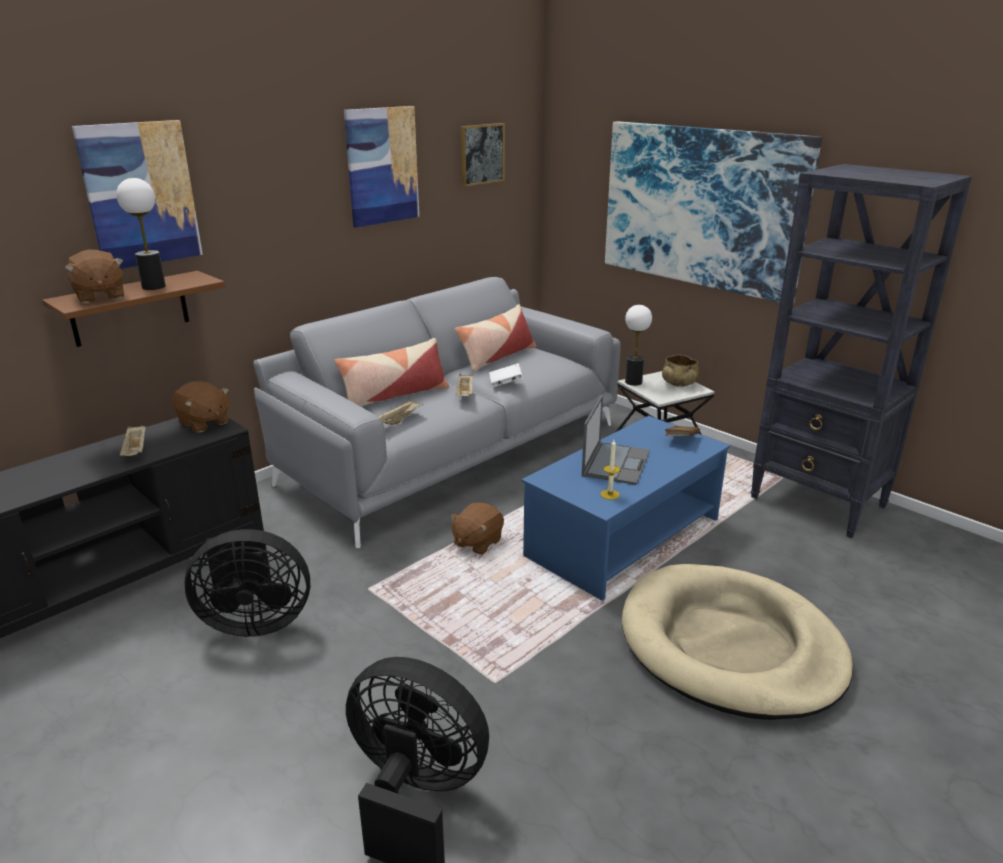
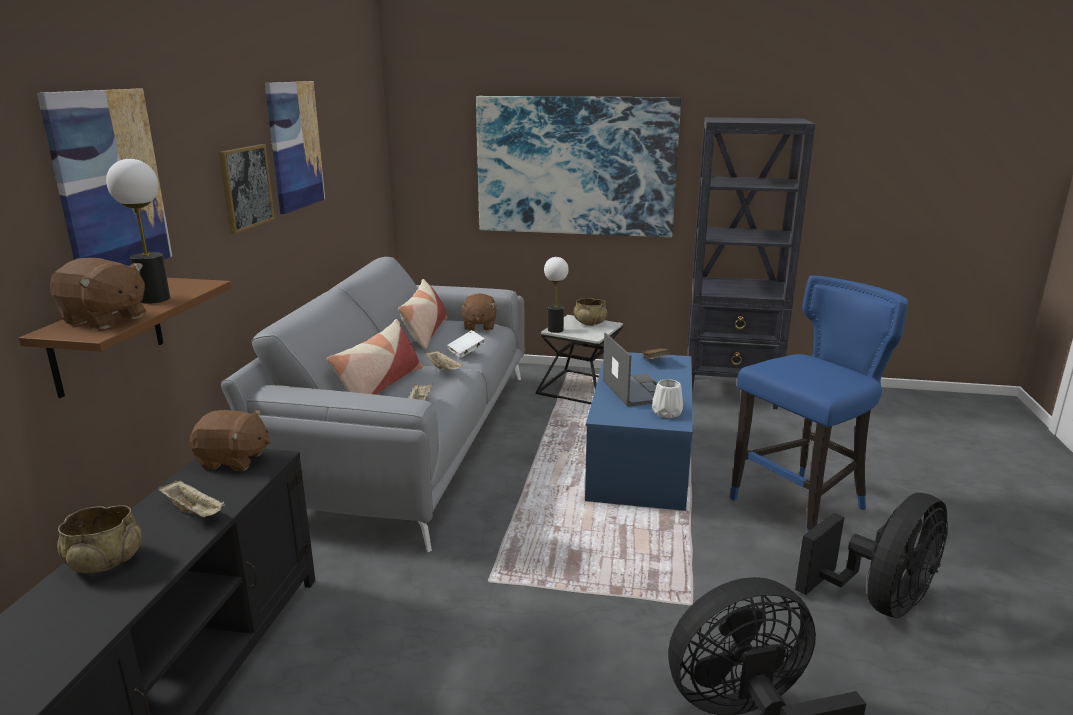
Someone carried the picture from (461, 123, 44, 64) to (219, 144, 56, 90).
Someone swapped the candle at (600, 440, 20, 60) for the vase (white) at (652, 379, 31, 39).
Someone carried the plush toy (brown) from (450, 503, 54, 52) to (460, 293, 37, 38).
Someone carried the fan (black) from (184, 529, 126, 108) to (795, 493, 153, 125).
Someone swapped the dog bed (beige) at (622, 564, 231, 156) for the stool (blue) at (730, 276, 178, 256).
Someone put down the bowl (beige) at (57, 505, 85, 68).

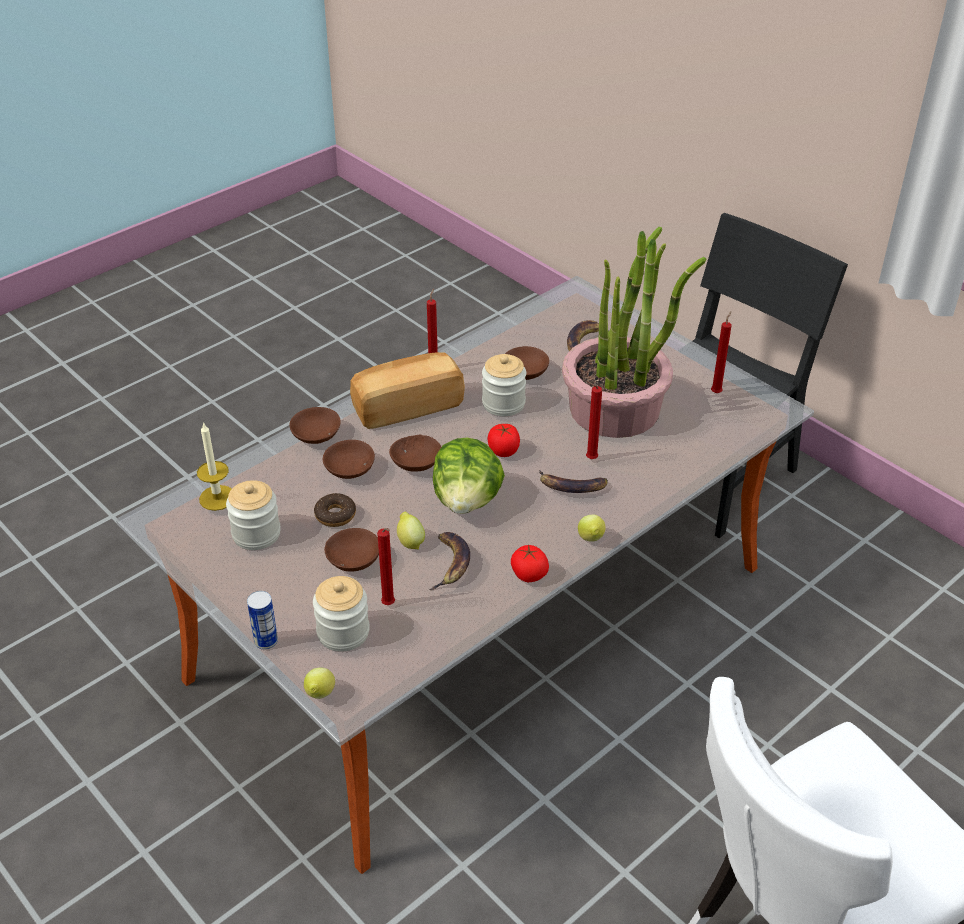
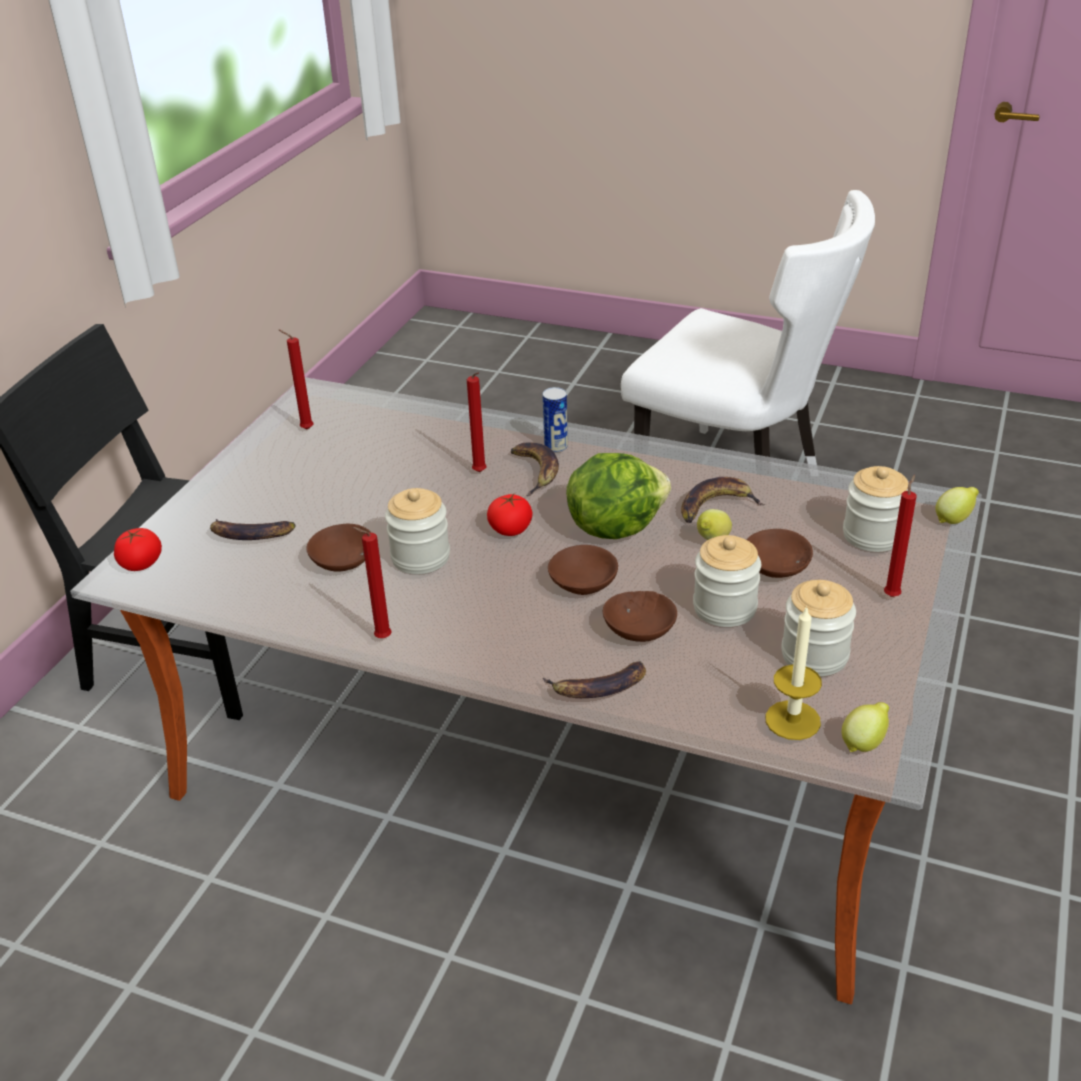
Someone took away the potted plant at (562, 227, 144, 211).
Someone took away the bread at (350, 352, 115, 77).
Someone swapped the bowl (brown) at (290, 407, 51, 37) for the banana at (543, 661, 103, 37).
Someone swapped the donut at (314, 493, 42, 34) for the jar at (693, 535, 68, 92).
Someone carried the lemon from (578, 515, 28, 27) to (842, 702, 47, 50).
Someone carried the candle (red) from (377, 528, 18, 77) to (884, 475, 33, 122).
Someone carried the tomato from (511, 544, 38, 38) to (114, 528, 48, 43).
Someone carried the can from (247, 591, 31, 59) to (543, 387, 25, 65).

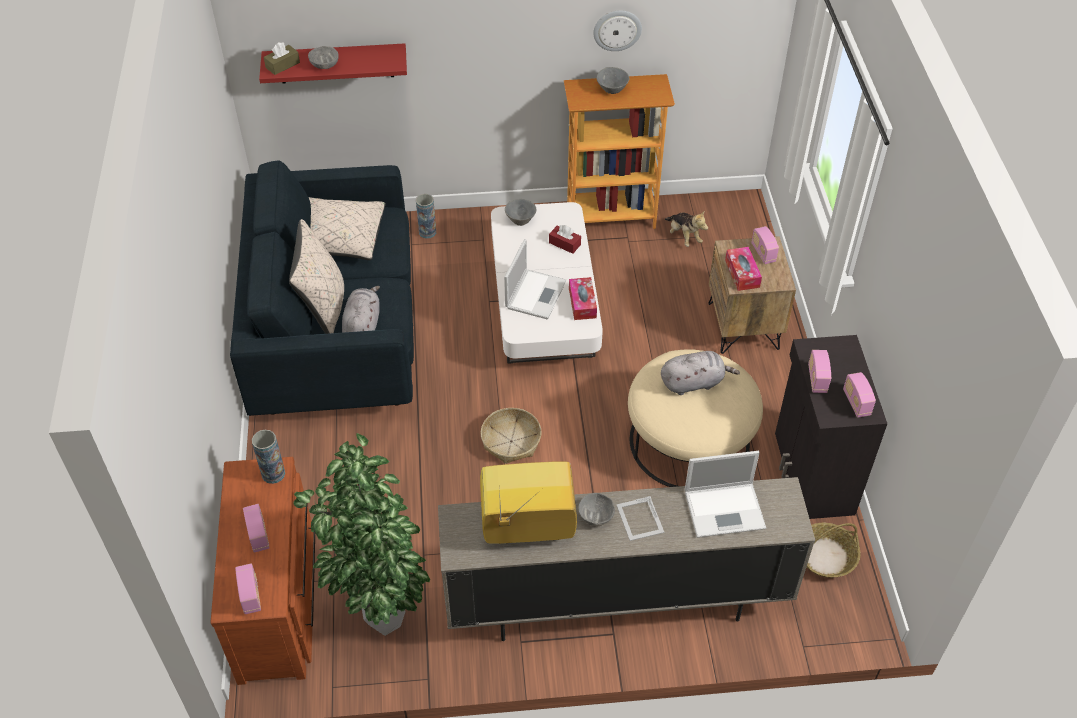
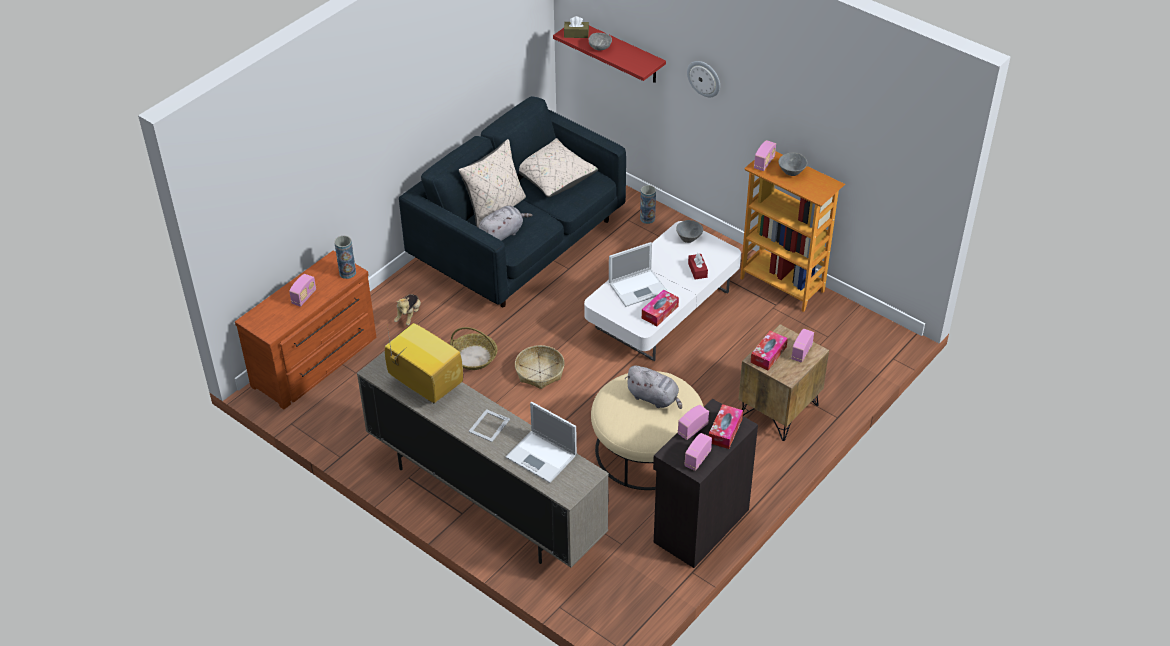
Someone carried the wall clock from (593, 10, 49, 41) to (687, 61, 33, 36).
Someone carried the plush toy from (665, 212, 43, 35) to (394, 294, 27, 32).
Someone took away the potted plant at (293, 433, 137, 203).
Someone took away the bowl (grey) at (578, 493, 37, 34).
Someone carried the basket from (807, 523, 54, 55) to (450, 327, 48, 43).
Someone carried the radio from (235, 563, 26, 51) to (754, 140, 22, 31).
Someone put down the tissue box at (709, 404, 34, 45).

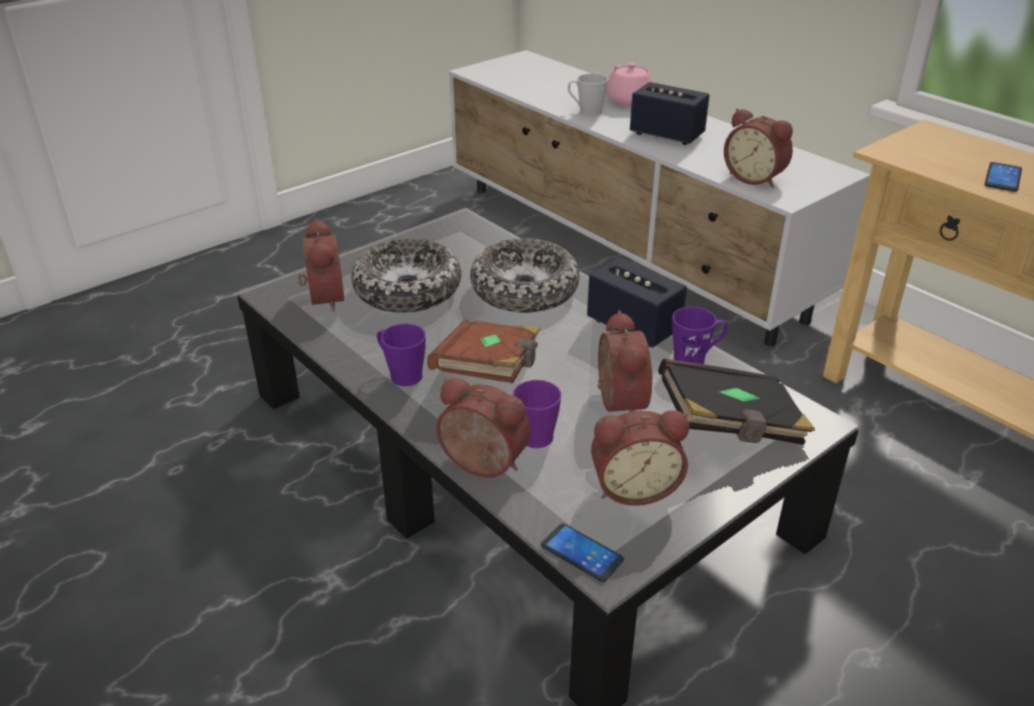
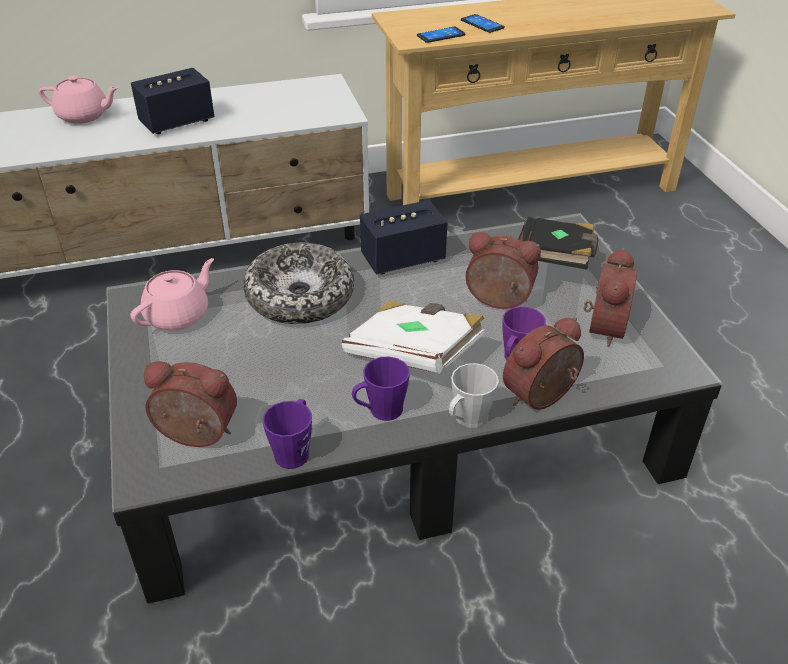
Someone carried the mug (grey) from (568, 74, 40, 43) to (449, 363, 50, 65).
Someone took away the alarm clock at (724, 108, 69, 80).
Someone took away the bowl at (351, 238, 110, 75).
Someone carried the mug (purple) from (672, 307, 55, 57) to (263, 399, 49, 70).
Someone repainted the book (brown) at (427, 320, 113, 63), which became the book (white) at (342, 300, 144, 74).
Someone carried the phone from (541, 523, 83, 59) to (417, 27, 49, 16).
Someone put down the teapot (pink) at (131, 258, 83, 73).

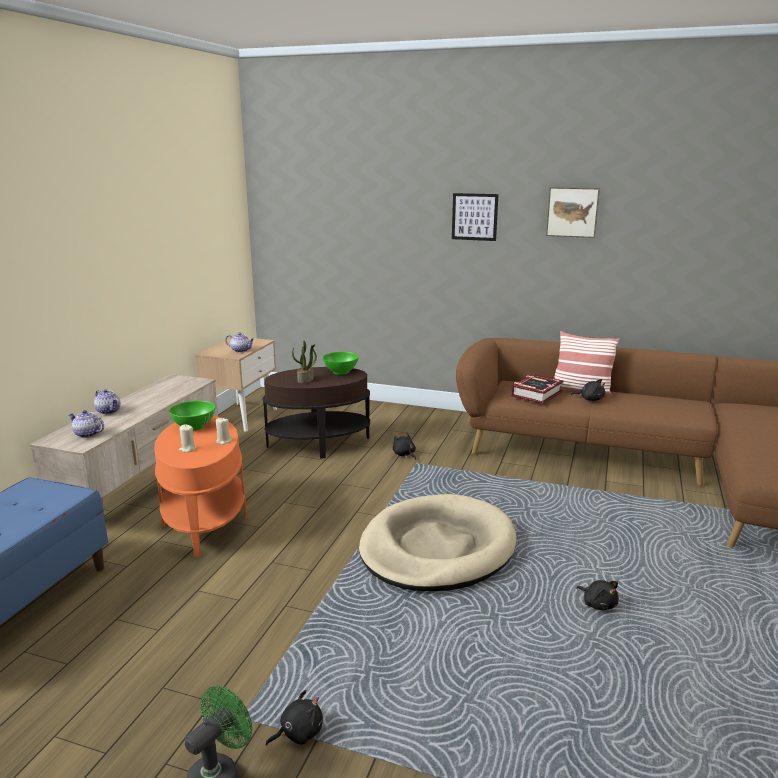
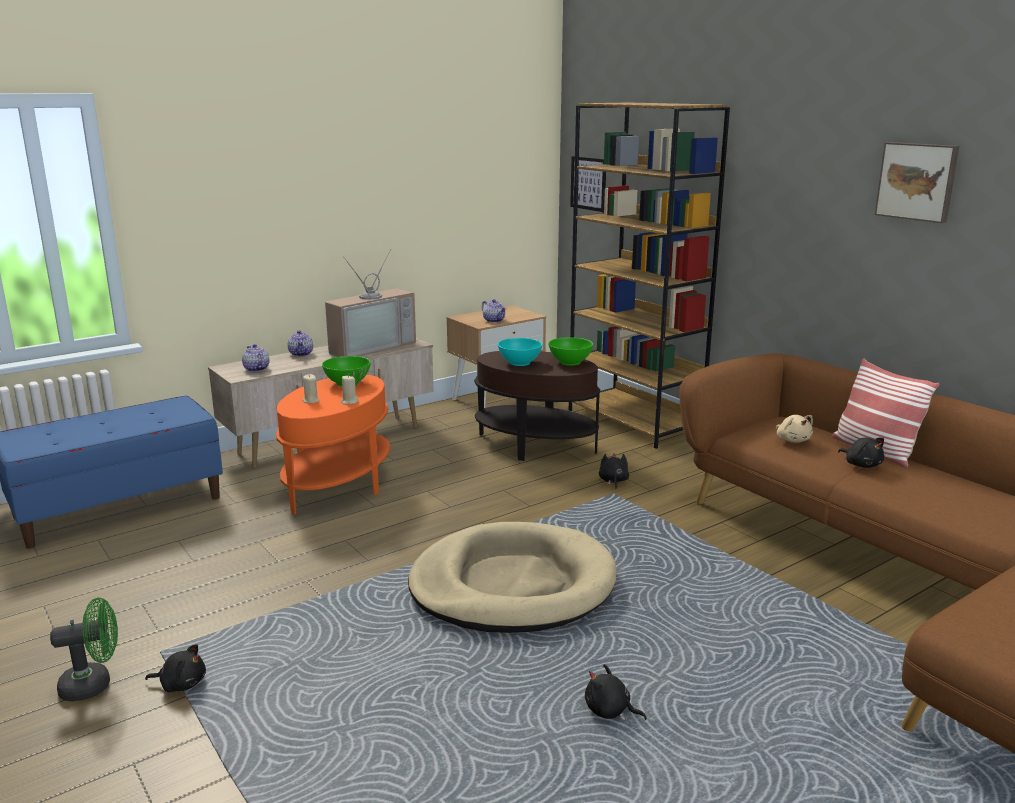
Someone carried the picture from (452, 193, 46, 48) to (570, 156, 36, 56).
Someone swapped the potted plant at (292, 341, 25, 42) for the bowl (turquoise) at (498, 338, 45, 28).
Someone swapped the book at (511, 374, 53, 30) for the plush toy (beige) at (776, 415, 37, 28).
Someone rotated the plush toy (black) at (576, 580, 43, 31) by 120 degrees clockwise.
Someone put down the bookcase (brown) at (569, 103, 161, 346).
Someone put down the television at (325, 249, 91, 108).

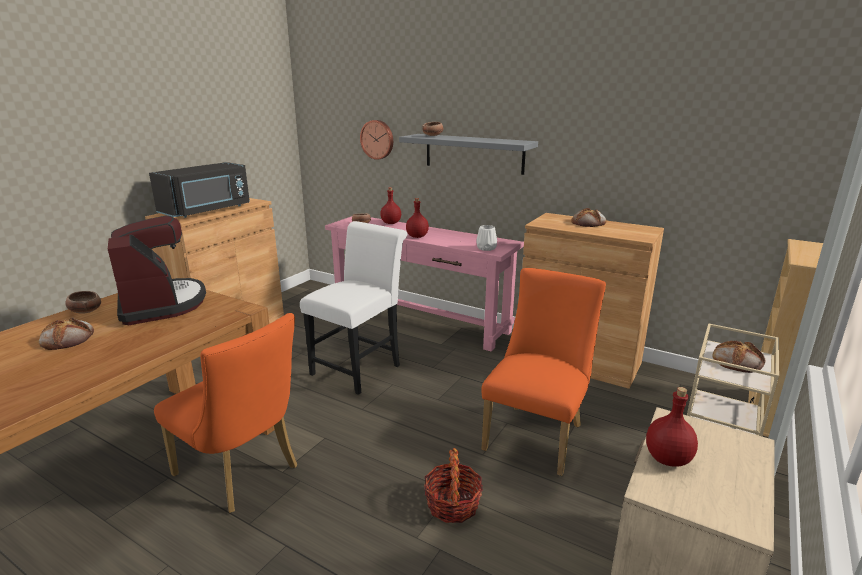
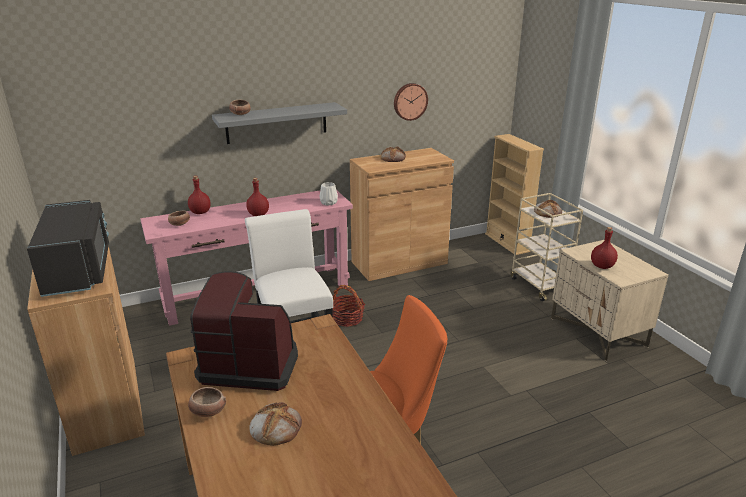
Someone carried the wall clock from (360, 120, 33, 40) to (394, 83, 34, 38).
Someone took away the chair (orange) at (481, 268, 125, 208).
Someone carried the basket from (424, 448, 59, 75) to (332, 285, 33, 42).

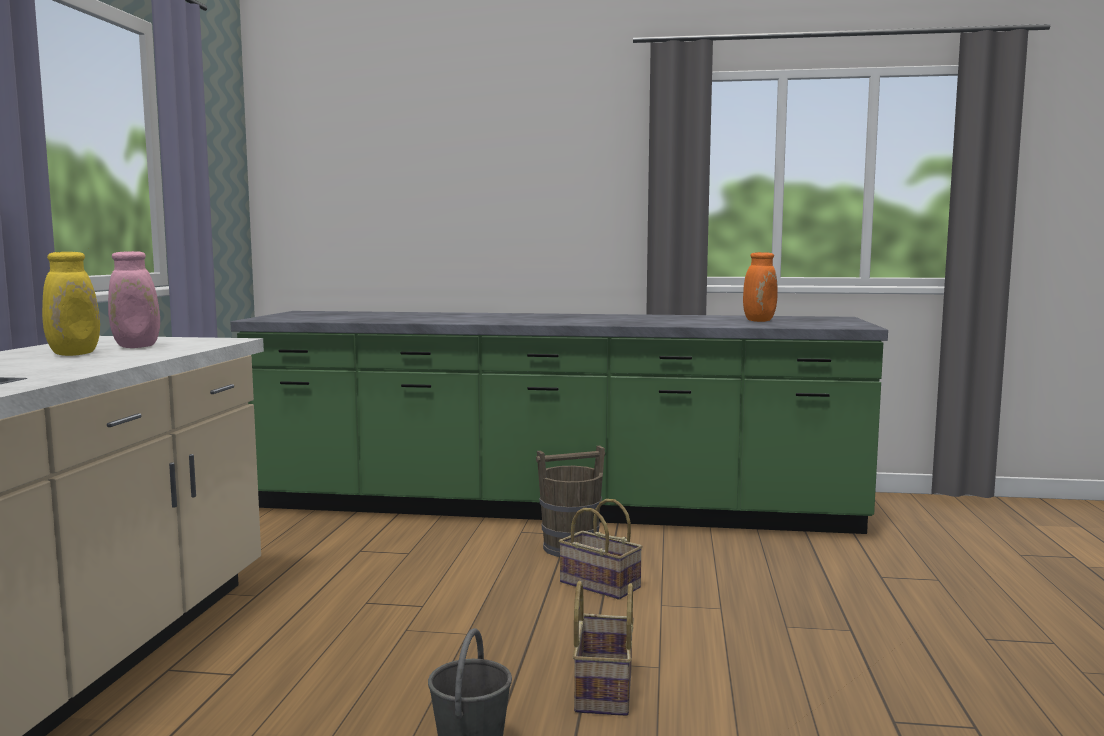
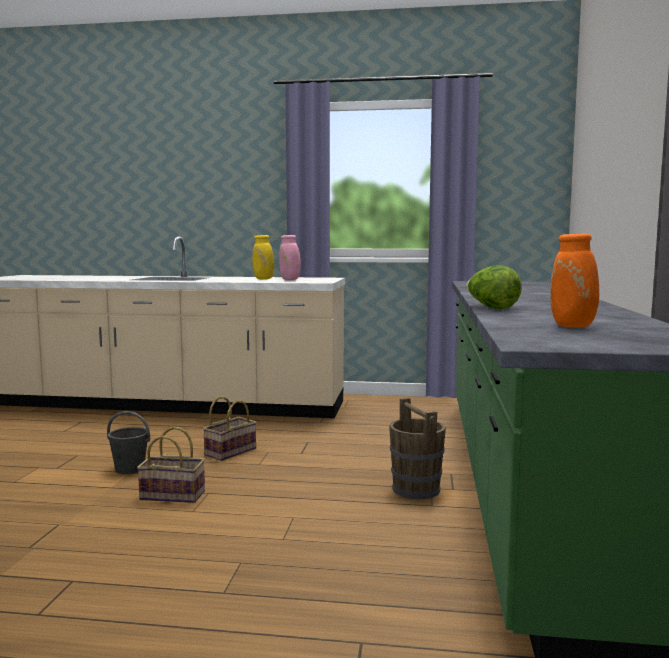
Someone carried the basket from (559, 499, 84, 101) to (203, 396, 54, 65).
Someone put down the lettuce at (466, 265, 56, 44).

